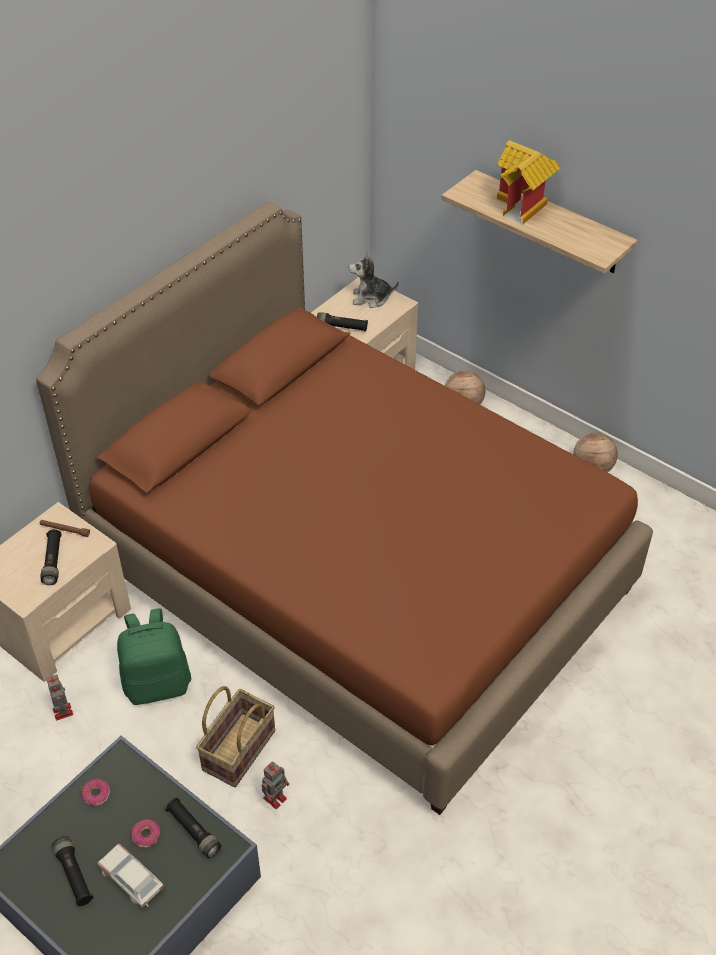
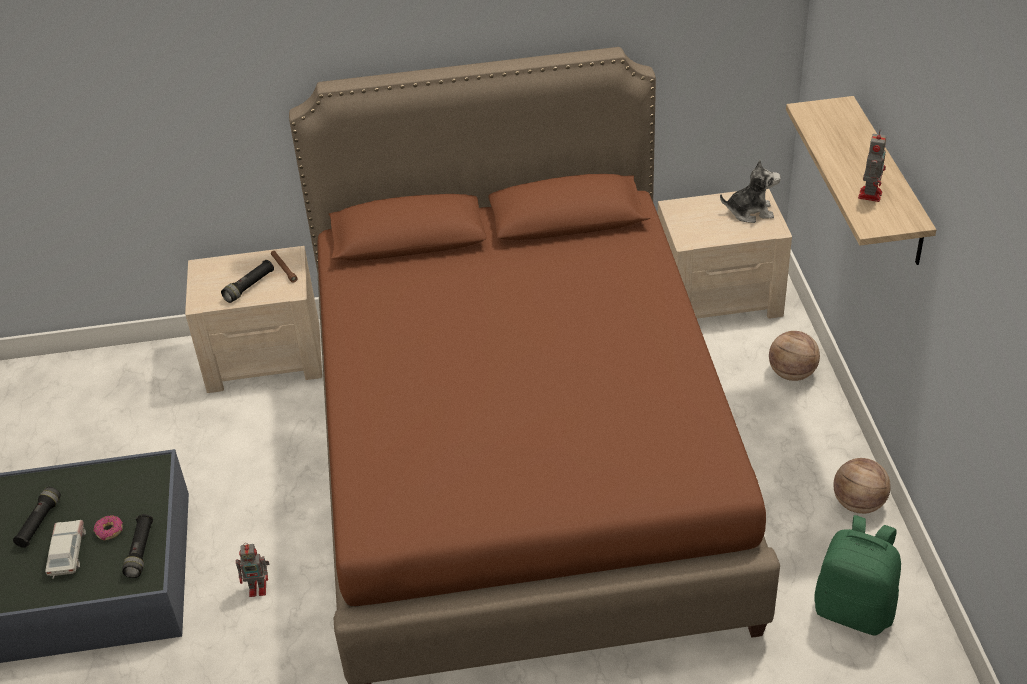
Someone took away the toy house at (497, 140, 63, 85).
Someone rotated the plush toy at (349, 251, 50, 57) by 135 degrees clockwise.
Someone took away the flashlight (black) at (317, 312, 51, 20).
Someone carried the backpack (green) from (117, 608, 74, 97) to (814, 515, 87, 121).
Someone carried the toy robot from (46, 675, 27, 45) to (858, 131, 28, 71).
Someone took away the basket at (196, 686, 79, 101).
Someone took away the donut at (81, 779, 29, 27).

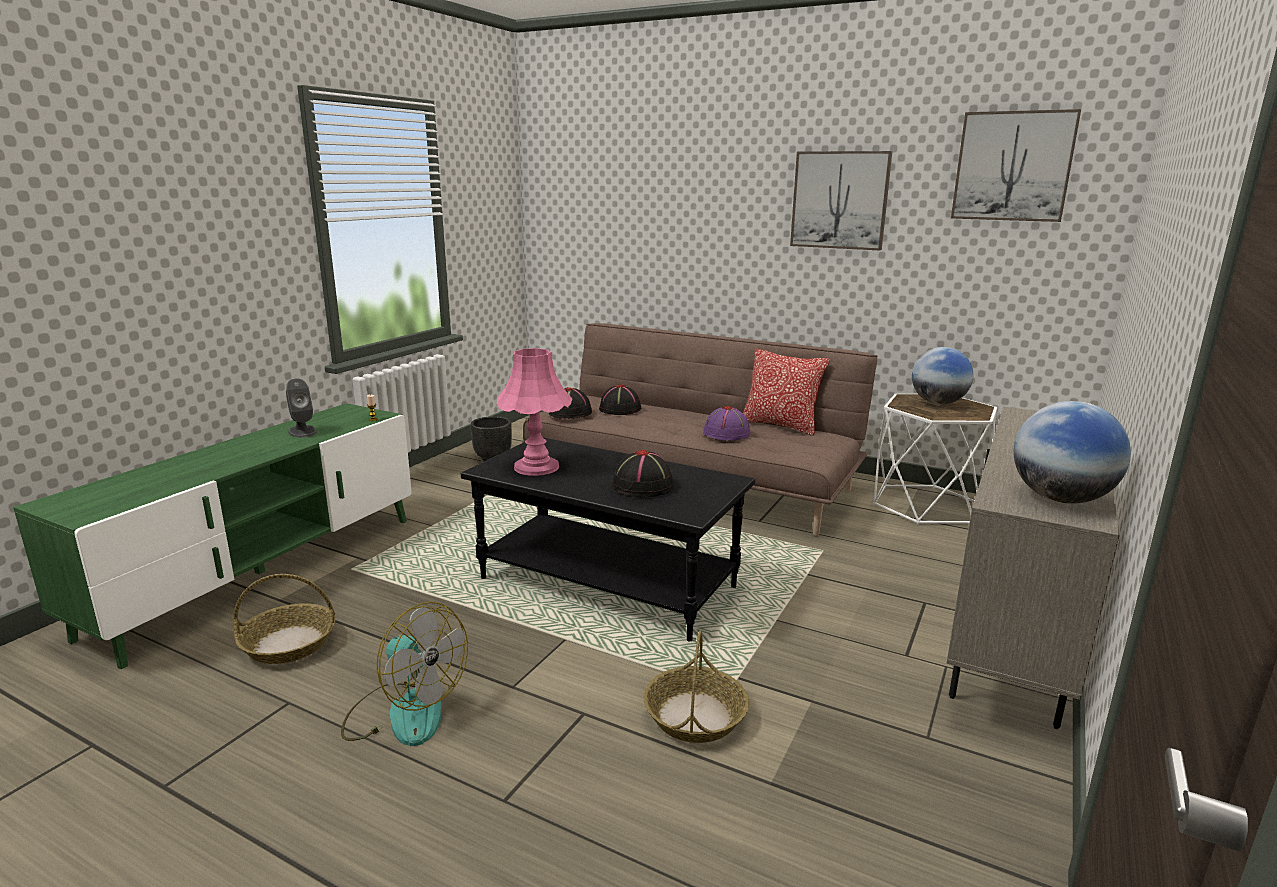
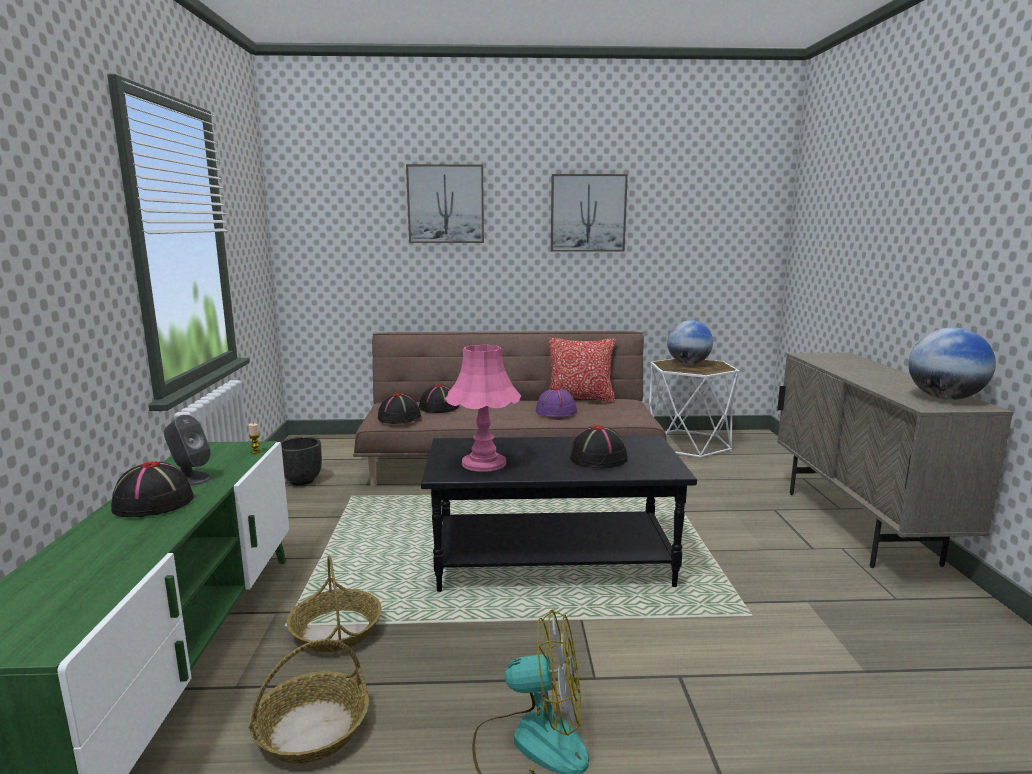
Someone carried the picture from (951, 109, 130, 113) to (406, 164, 78, 79).
Someone carried the basket from (643, 631, 106, 112) to (287, 555, 95, 97).
Someone put down the hat (black) at (111, 461, 83, 56).

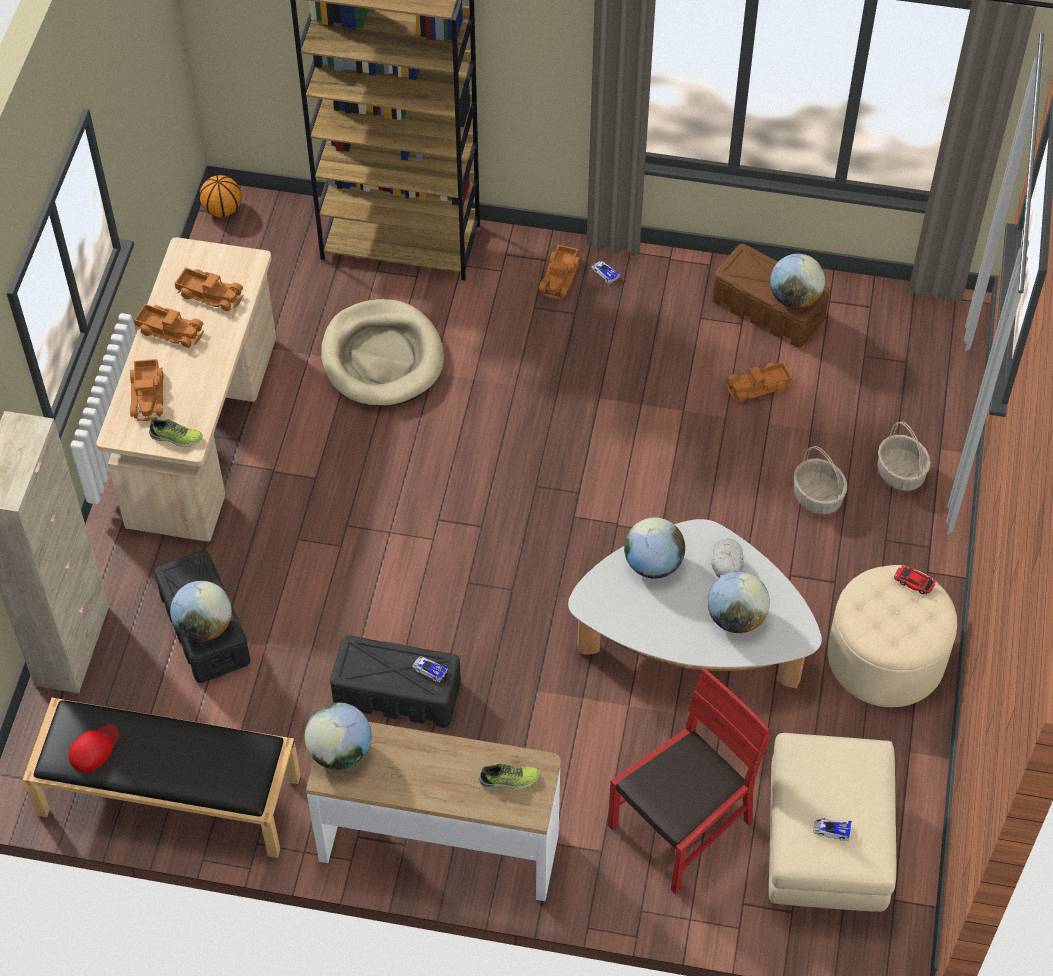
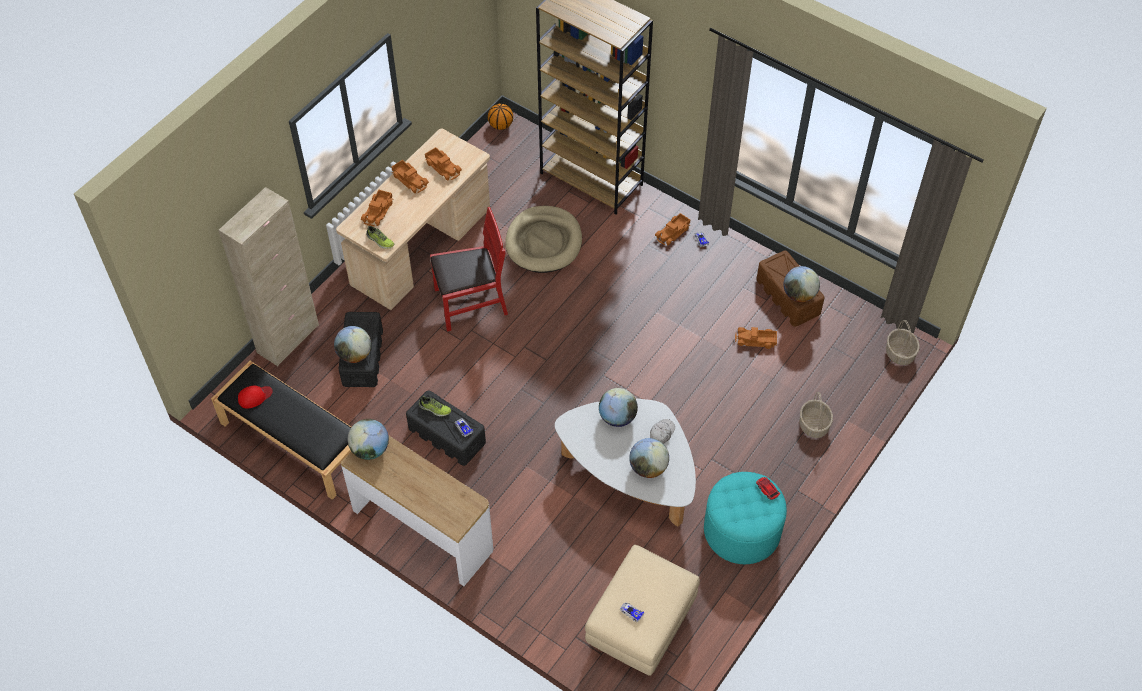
Someone carried the basket from (794, 446, 53, 68) to (886, 320, 34, 45).
Someone repainted the ottoman (beige) at (828, 565, 129, 142), which became the ottoman (turquoise) at (704, 472, 83, 92).
Someone carried the chair (red) from (608, 668, 162, 226) to (430, 207, 78, 125).
Someone carried the shoe from (479, 764, 61, 25) to (419, 396, 32, 20).

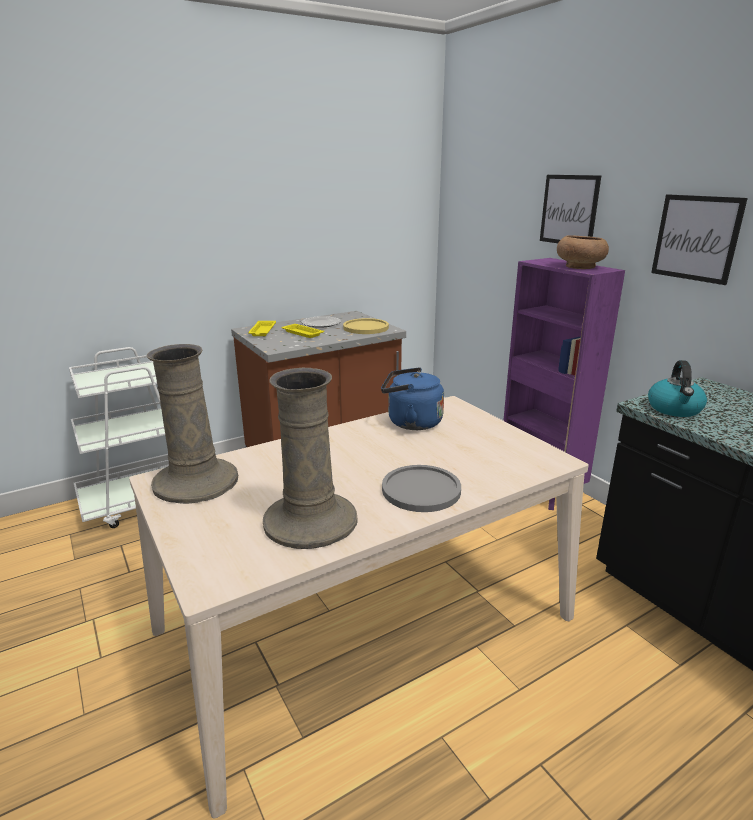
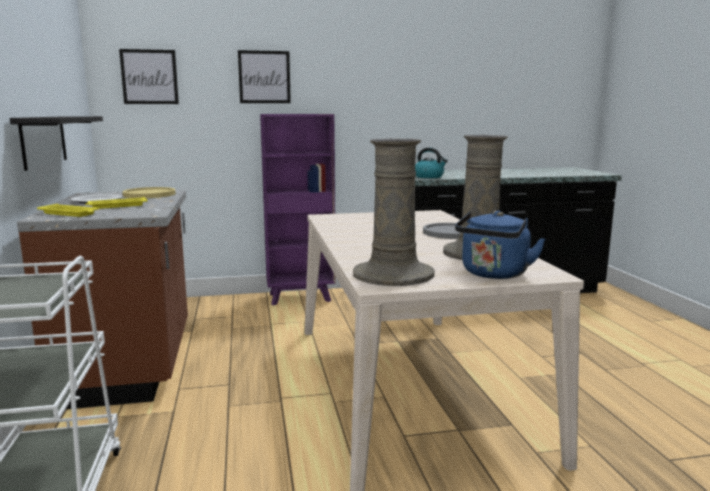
Someone carried the picture from (651, 194, 97, 91) to (119, 49, 60, 55).
Someone took away the bowl (brown) at (557, 235, 52, 34).
Someone carried the kettle (blue) from (381, 367, 63, 63) to (455, 210, 90, 69).
Someone put up the shelf (black) at (10, 116, 93, 55).

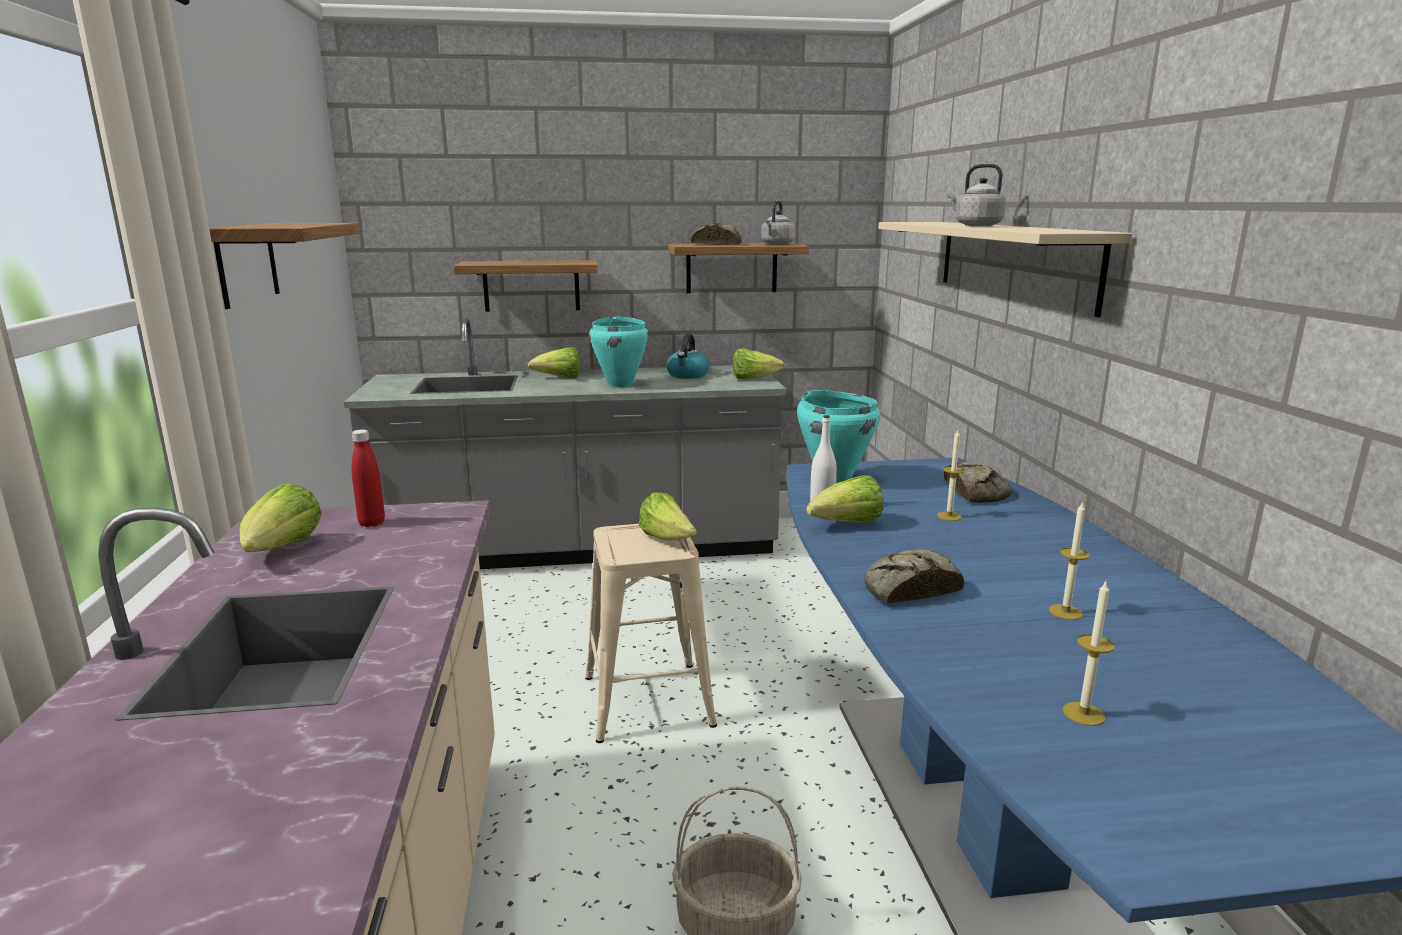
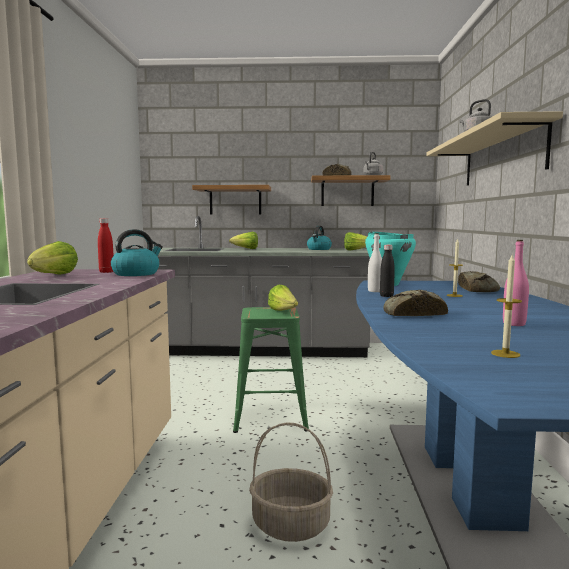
Someone took away the shelf at (209, 223, 151, 86).
Someone took away the cooking pot (turquoise) at (589, 316, 60, 72).
Someone swapped the lettuce at (806, 475, 78, 49) for the bottle (black) at (380, 245, 15, 52).
Someone swapped the candle at (1049, 501, 41, 119) for the bottle (pink) at (503, 240, 26, 86).
Someone repainted the stool (beige) at (585, 524, 132, 219), which became the stool (green) at (233, 307, 76, 126).
Someone put down the kettle at (111, 229, 52, 47).

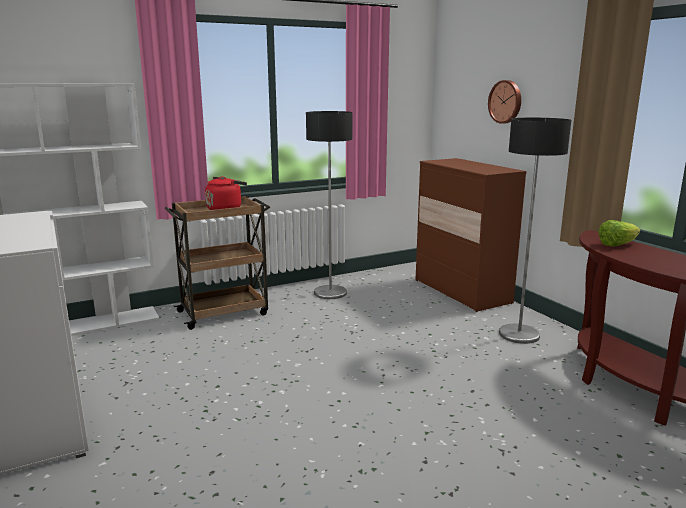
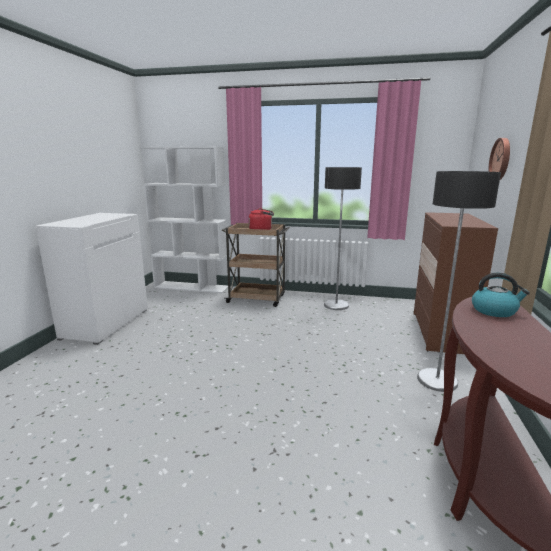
Someone swapped the lettuce at (598, 220, 42, 26) for the kettle at (472, 273, 58, 44).

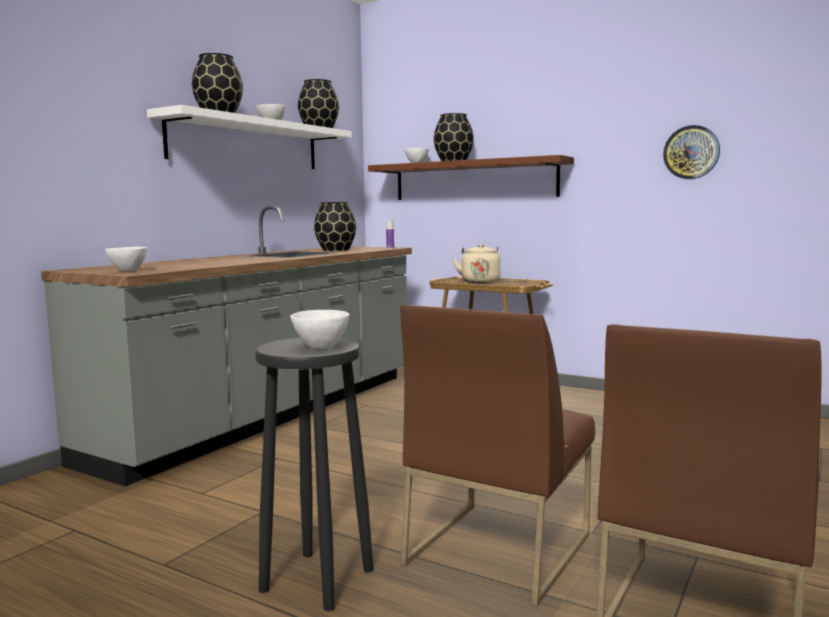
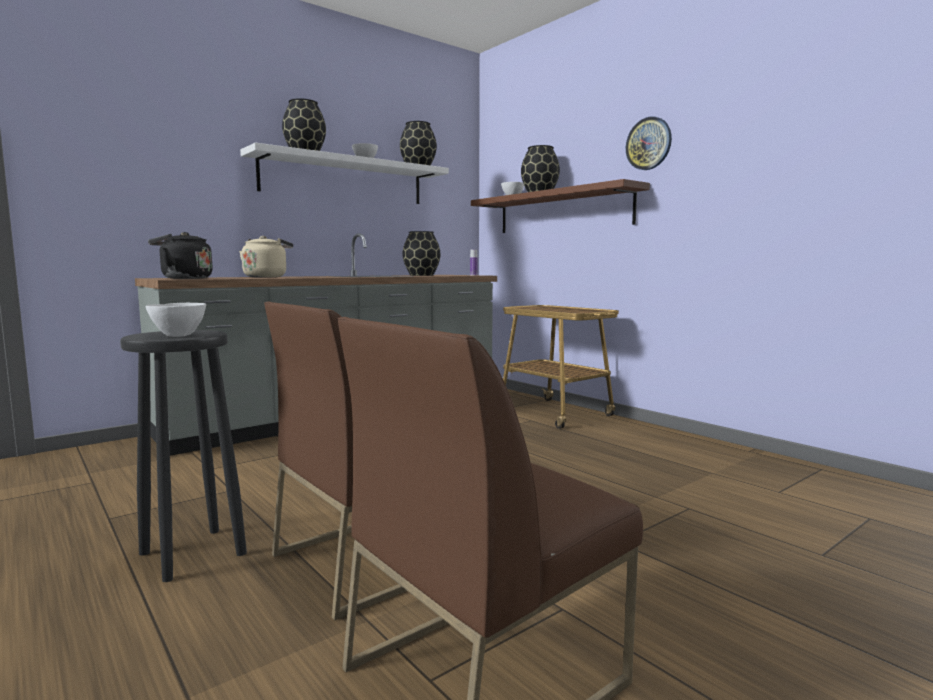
Someone carried the wall clock from (663, 125, 57, 54) to (626, 117, 46, 53).
Someone carried the kettle (beige) from (453, 244, 47, 39) to (239, 236, 54, 41).
Someone swapped the bowl (white) at (105, 247, 43, 24) for the kettle (black) at (148, 232, 65, 47).

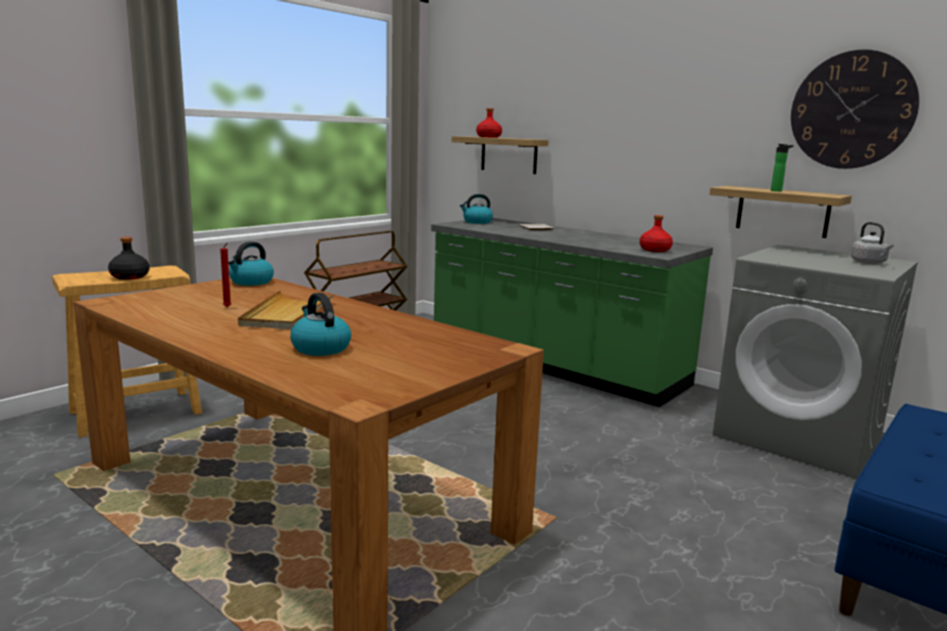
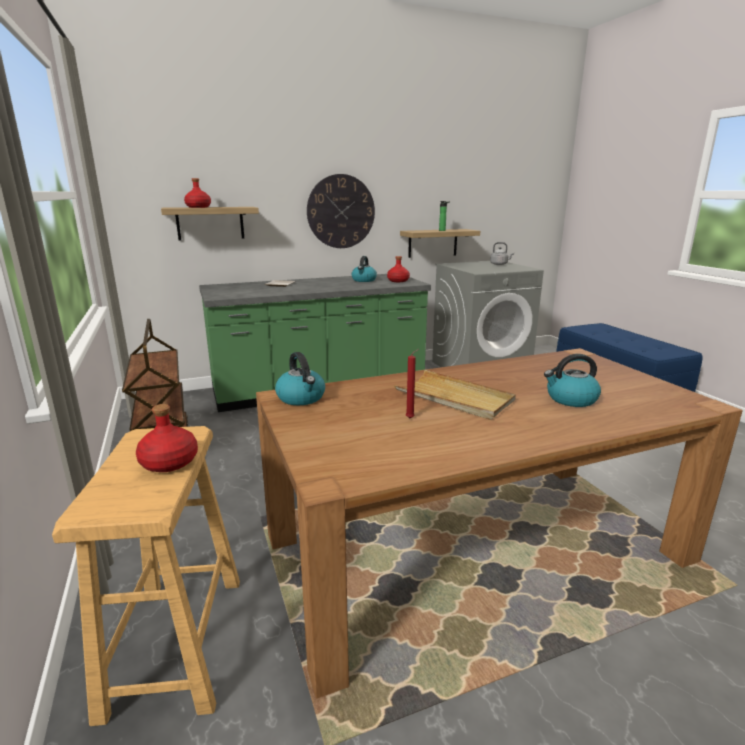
Someone carried the wall clock from (791, 49, 128, 120) to (307, 174, 68, 74).
Someone carried the kettle from (460, 194, 33, 30) to (352, 256, 25, 26).
Someone repainted the bottle (black) at (108, 237, 42, 43), which became the bottle (red) at (136, 404, 62, 68).

